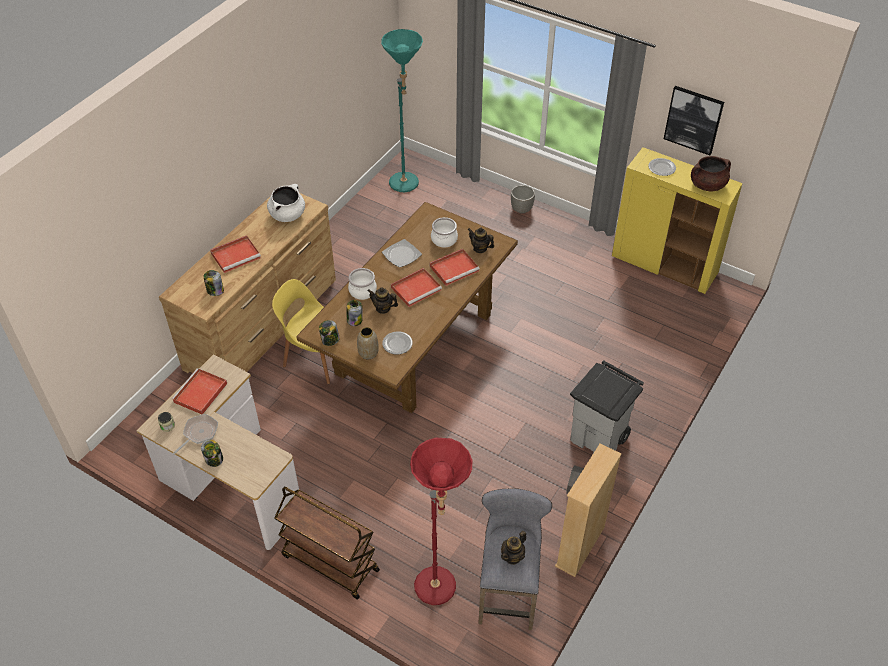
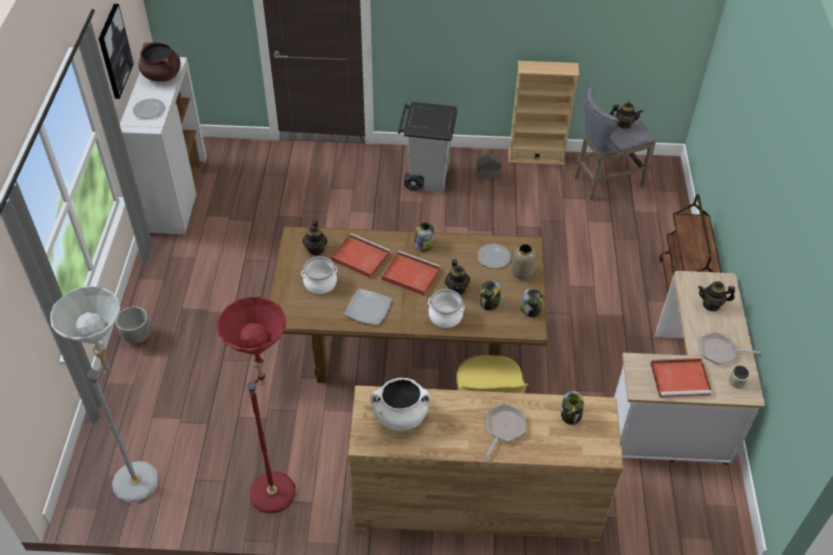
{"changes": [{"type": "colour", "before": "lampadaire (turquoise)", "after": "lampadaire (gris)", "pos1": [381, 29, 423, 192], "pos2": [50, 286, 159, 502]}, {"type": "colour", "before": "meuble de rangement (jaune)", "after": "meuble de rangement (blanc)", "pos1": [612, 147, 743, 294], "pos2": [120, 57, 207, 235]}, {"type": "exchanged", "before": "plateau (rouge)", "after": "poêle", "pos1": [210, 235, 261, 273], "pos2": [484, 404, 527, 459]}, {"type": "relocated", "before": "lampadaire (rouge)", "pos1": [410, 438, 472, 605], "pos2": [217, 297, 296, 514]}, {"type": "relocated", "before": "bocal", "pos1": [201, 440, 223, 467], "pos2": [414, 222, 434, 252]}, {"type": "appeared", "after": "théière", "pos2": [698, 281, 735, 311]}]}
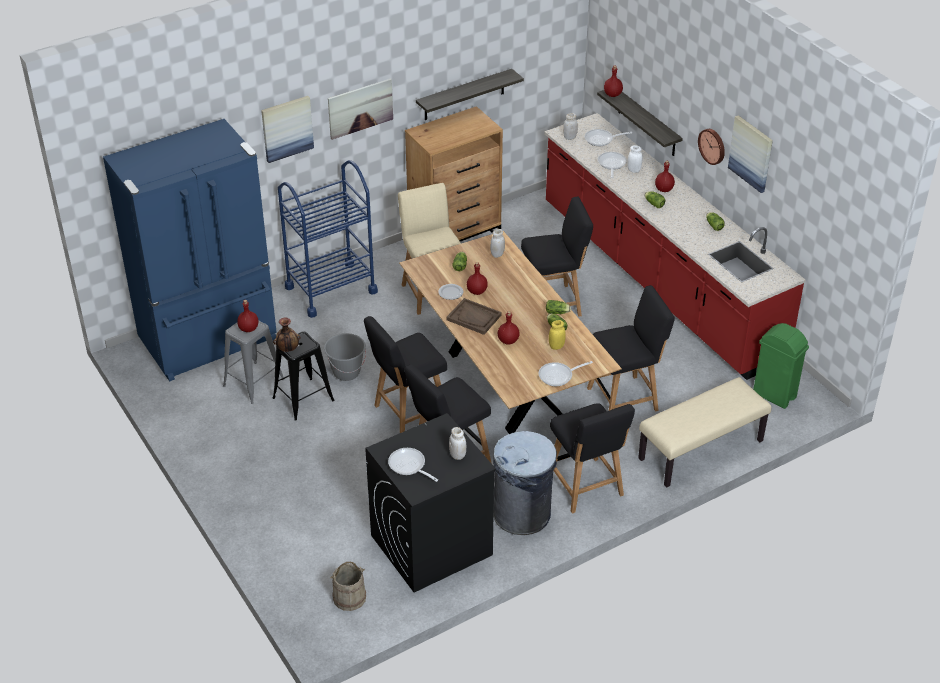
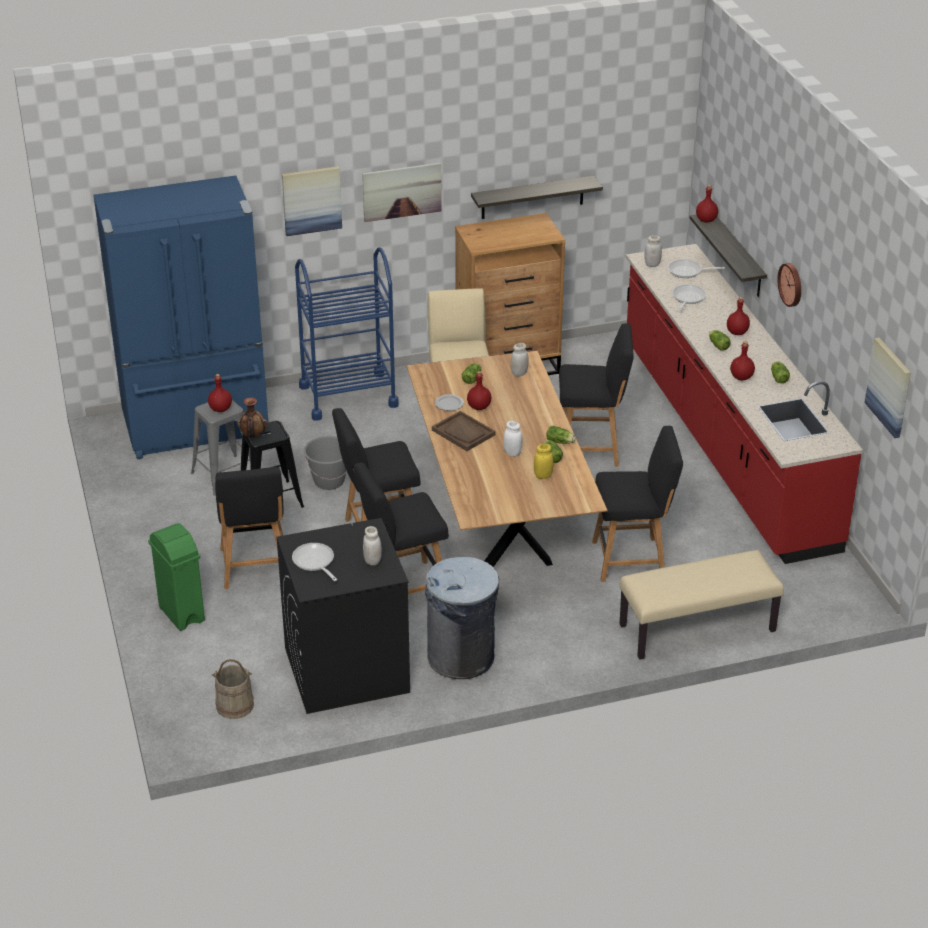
{"changes": [{"type": "relocated", "before": "tableau", "pos1": [728, 115, 773, 193], "pos2": [865, 338, 911, 438]}, {"type": "relocated", "before": "bocal (blanc)", "pos1": [627, 145, 643, 173], "pos2": [504, 421, 522, 456]}, {"type": "relocated", "before": "bouteille (rouge)", "pos1": [498, 311, 520, 345], "pos2": [730, 341, 755, 380]}, {"type": "relocated", "before": "poubelle (vert)", "pos1": [753, 323, 809, 409], "pos2": [148, 523, 205, 631]}, {"type": "missing", "before": "poêle", "pos1": [538, 361, 593, 386]}, {"type": "relocated", "before": "chaise (noir)", "pos1": [550, 403, 635, 514], "pos2": [215, 467, 284, 589]}]}
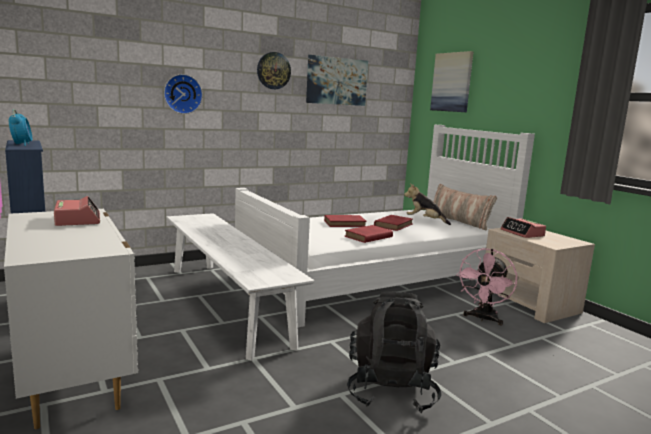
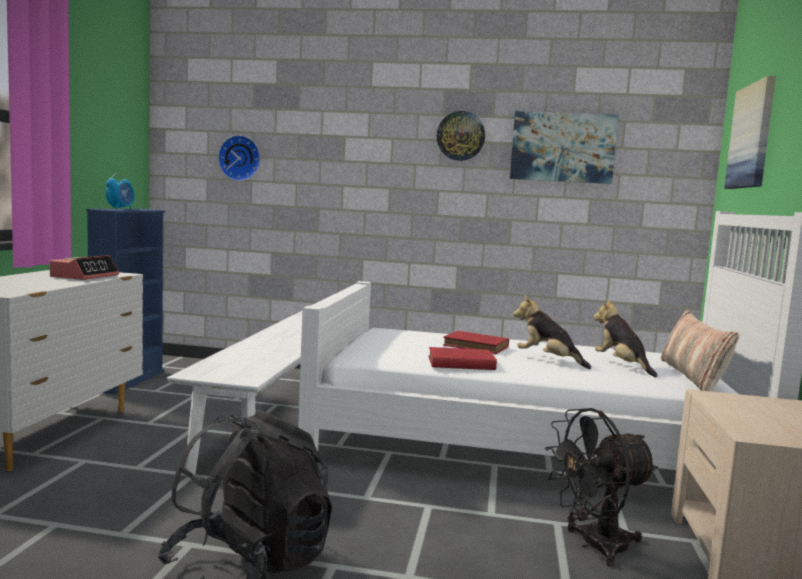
{"changes": [{"type": "relocated", "before": "horloge murale", "pos1": [164, 74, 203, 114], "pos2": [218, 135, 261, 181]}, {"type": "exchanged", "before": "livre (rouge)", "after": "peluche", "pos1": [374, 215, 413, 231], "pos2": [513, 295, 591, 369]}, {"type": "missing", "before": "réveil", "pos1": [500, 217, 546, 238]}, {"type": "colour", "before": "ventilateur (rose)", "after": "ventilateur (noir)", "pos1": [456, 248, 517, 325], "pos2": [545, 408, 658, 567]}]}
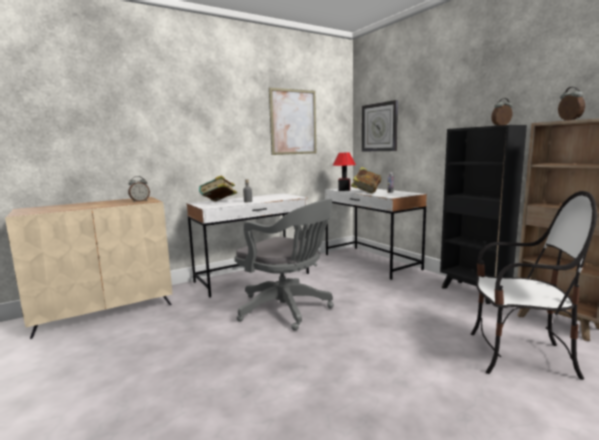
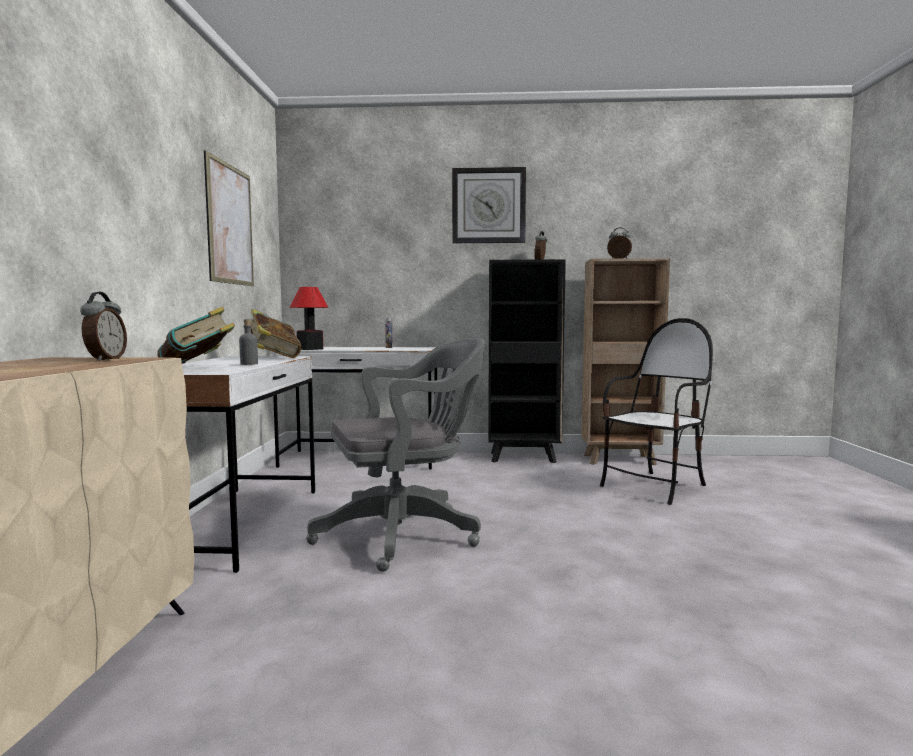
{"changes": [{"type": "relocated", "before": "horloge murale", "pos1": [362, 100, 398, 151], "pos2": [452, 167, 526, 243]}, {"type": "relocated", "before": "livre", "pos1": [351, 167, 382, 194], "pos2": [251, 309, 301, 358]}]}
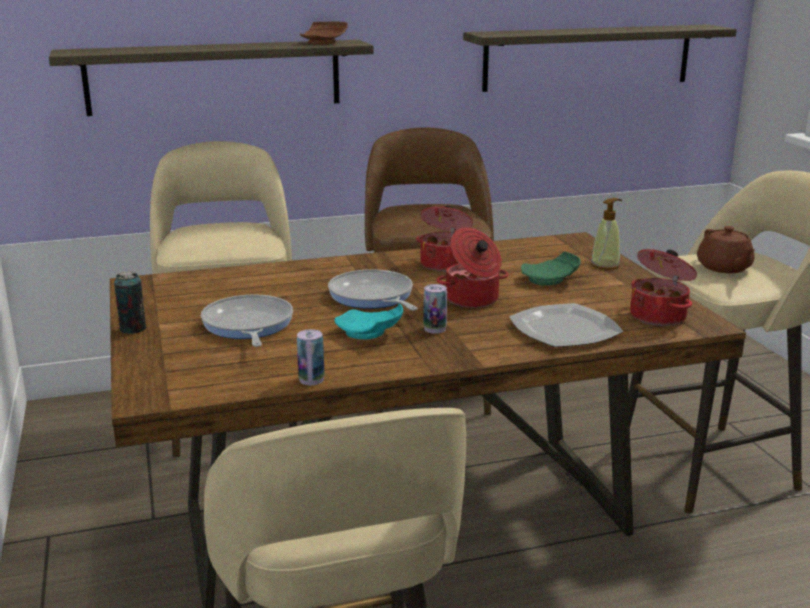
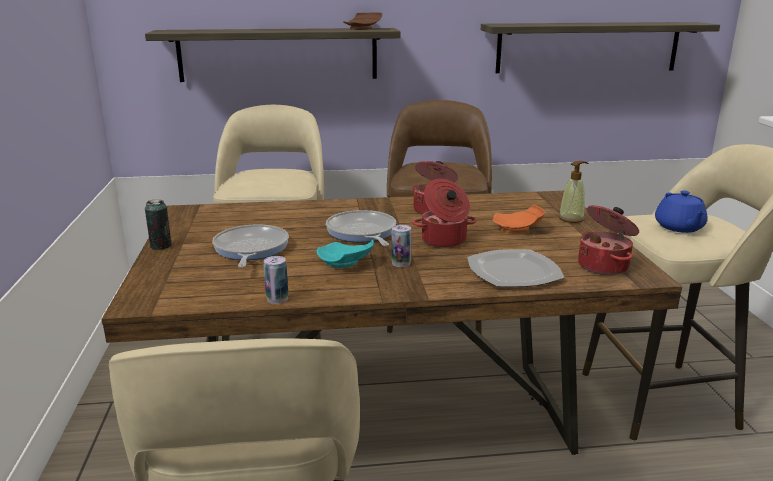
{"changes": [{"type": "colour", "before": "théière (marron)", "after": "théière (bleu)", "pos1": [697, 226, 755, 273], "pos2": [655, 190, 708, 233]}, {"type": "colour", "before": "assiette (vert)", "after": "assiette (orange)", "pos1": [521, 251, 581, 285], "pos2": [493, 205, 545, 233]}]}
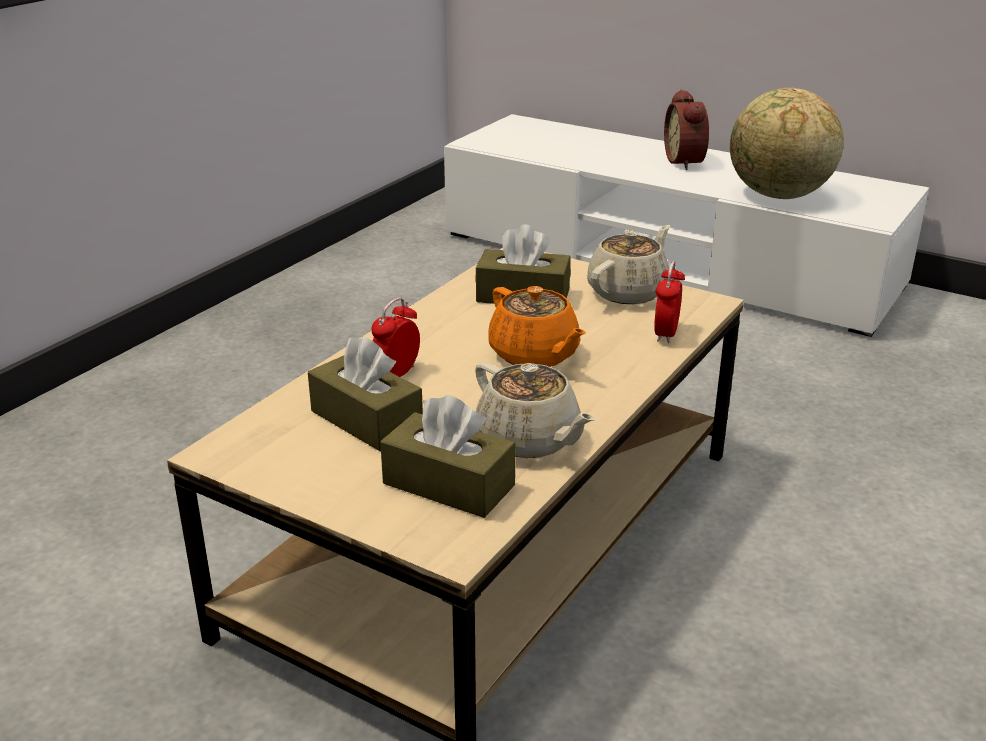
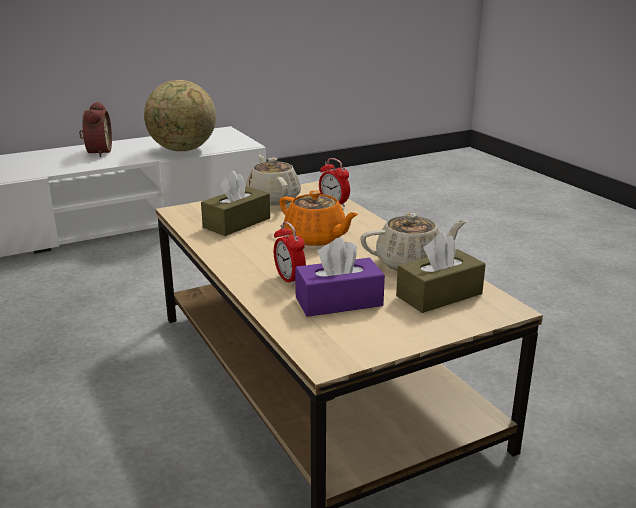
{"changes": [{"type": "spun", "before": "réveil", "pos1": [664, 89, 709, 170], "pos2": [79, 102, 112, 157], "turn": -120}, {"type": "spun", "before": "théière (orange)", "pos1": [488, 286, 586, 367], "pos2": [279, 190, 358, 246], "turn": 45}, {"type": "colour", "before": "boîte à mouchoirs (marron)", "after": "boîte à mouchoirs (violet)", "pos1": [308, 336, 423, 451], "pos2": [295, 237, 385, 317]}]}
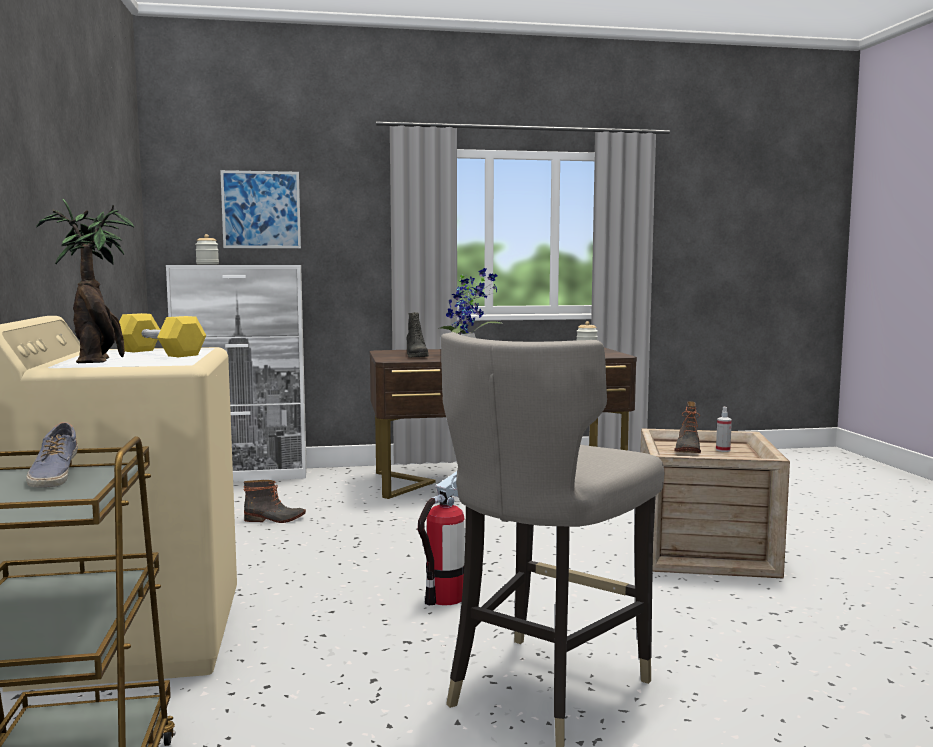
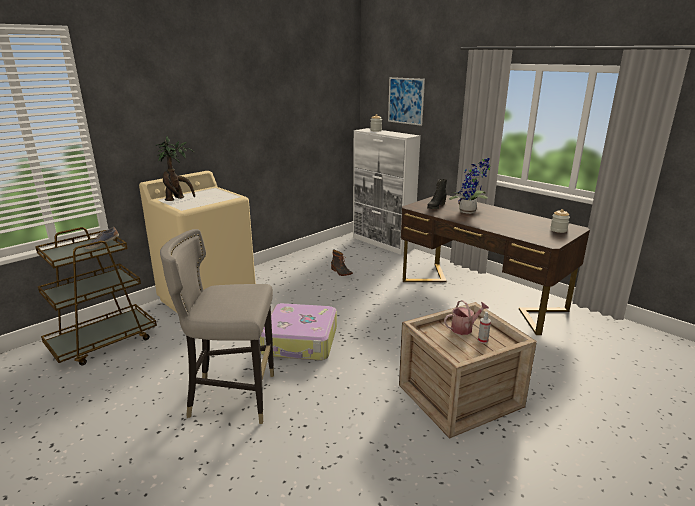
{"changes": [{"type": "missing", "before": "haltère (jaune)", "pos1": [119, 313, 206, 357]}, {"type": "exchanged", "before": "botte", "after": "arrosoir", "pos1": [674, 401, 701, 453], "pos2": [444, 300, 489, 335]}, {"type": "exchanged", "before": "extincteur", "after": "valise", "pos1": [418, 471, 465, 606], "pos2": [260, 303, 337, 361]}]}
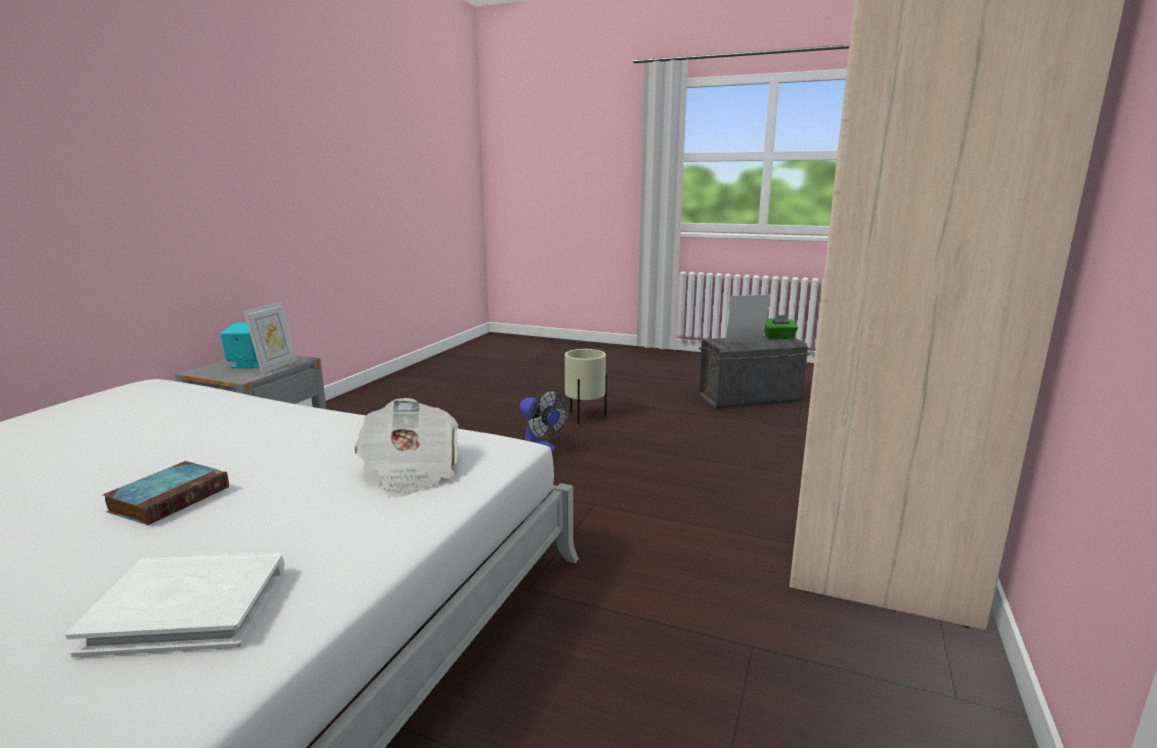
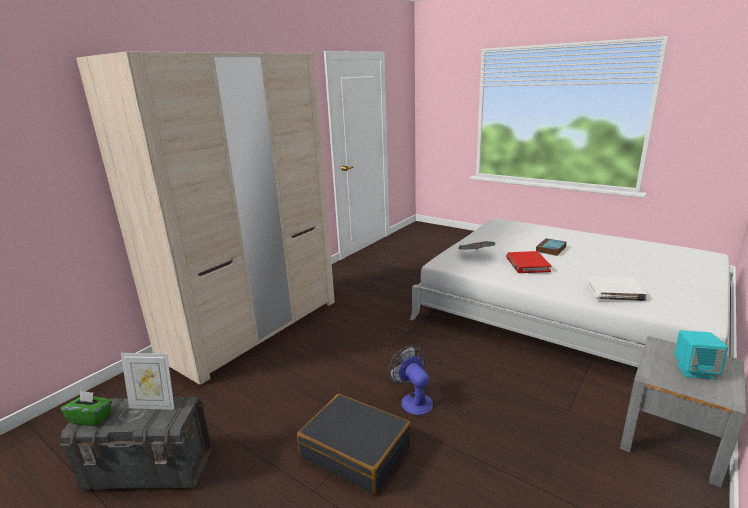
{"changes": [{"type": "missing", "before": "cadre photo", "pos1": [244, 302, 297, 374]}, {"type": "exchanged", "before": "cache-pot (beige)", "after": "valise (noir)", "pos1": [565, 349, 607, 424], "pos2": [297, 394, 411, 495]}, {"type": "relocated", "before": "livre (blanc)", "pos1": [65, 552, 284, 657], "pos2": [586, 276, 647, 301]}, {"type": "appeared", "after": "livre (rouge)", "pos2": [506, 251, 552, 273]}]}
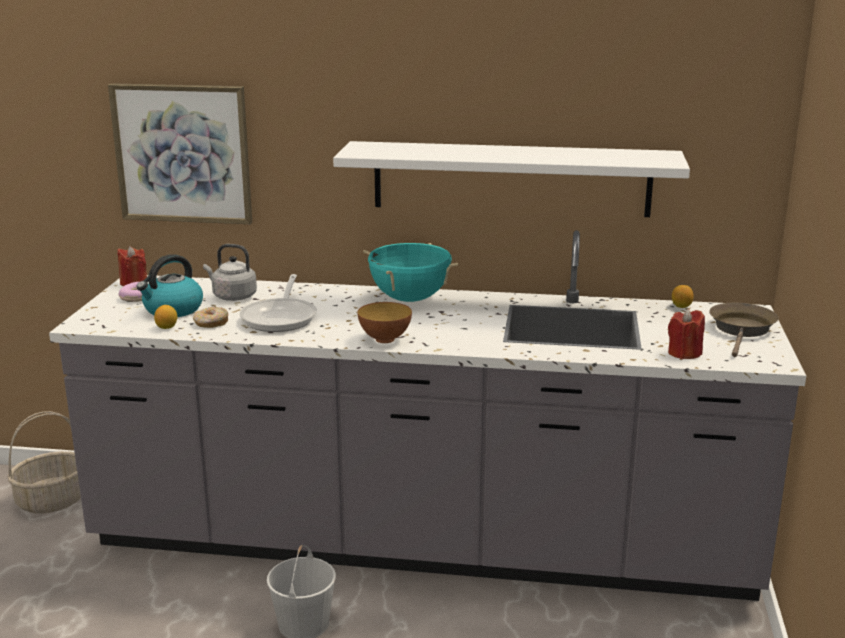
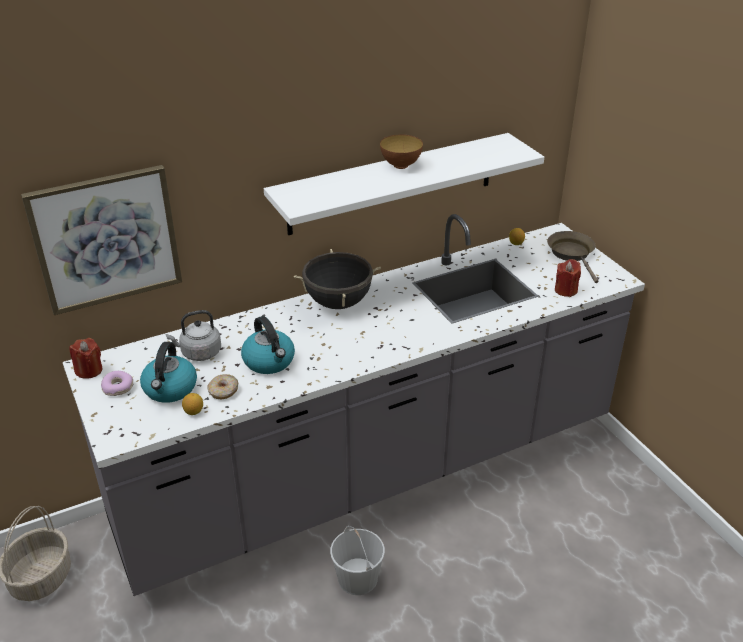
{"changes": [{"type": "colour", "before": "marmite (turquoise)", "after": "marmite (noir)", "pos1": [363, 243, 458, 302], "pos2": [294, 249, 381, 309]}, {"type": "exchanged", "before": "poêle", "after": "bouilloire", "pos1": [240, 274, 317, 332], "pos2": [241, 316, 295, 374]}, {"type": "relocated", "before": "bol", "pos1": [358, 302, 412, 343], "pos2": [380, 135, 423, 169]}]}
